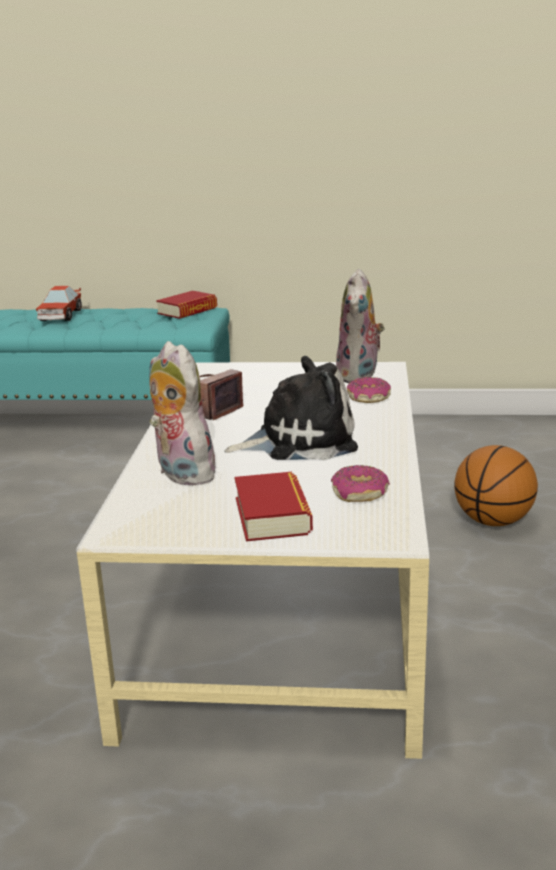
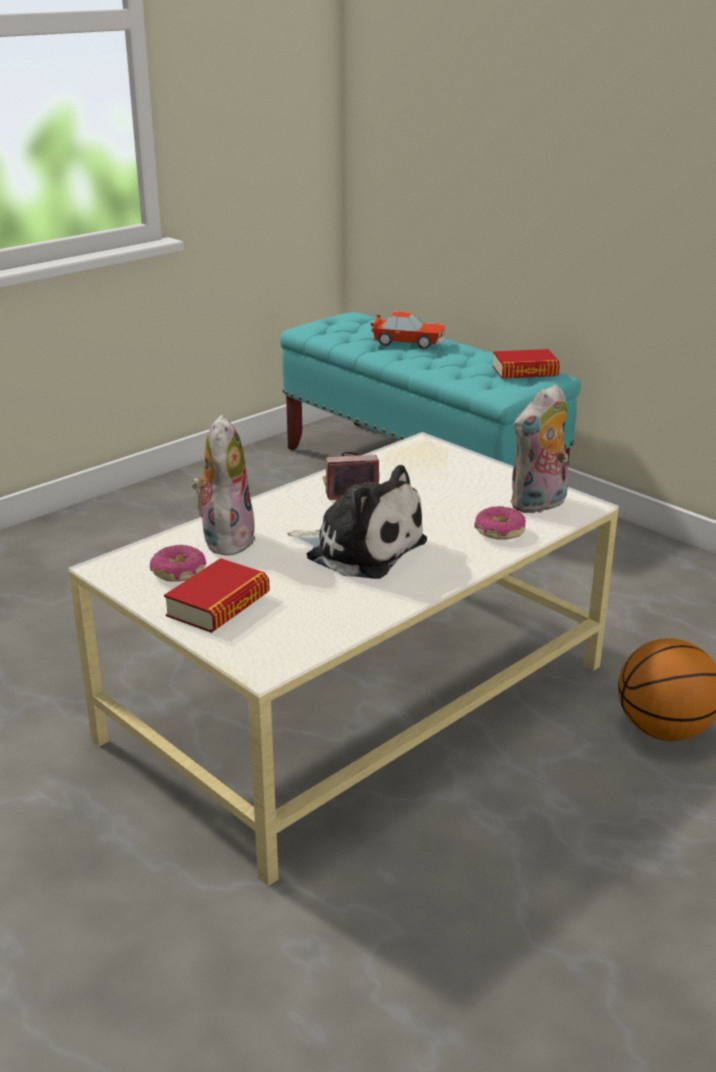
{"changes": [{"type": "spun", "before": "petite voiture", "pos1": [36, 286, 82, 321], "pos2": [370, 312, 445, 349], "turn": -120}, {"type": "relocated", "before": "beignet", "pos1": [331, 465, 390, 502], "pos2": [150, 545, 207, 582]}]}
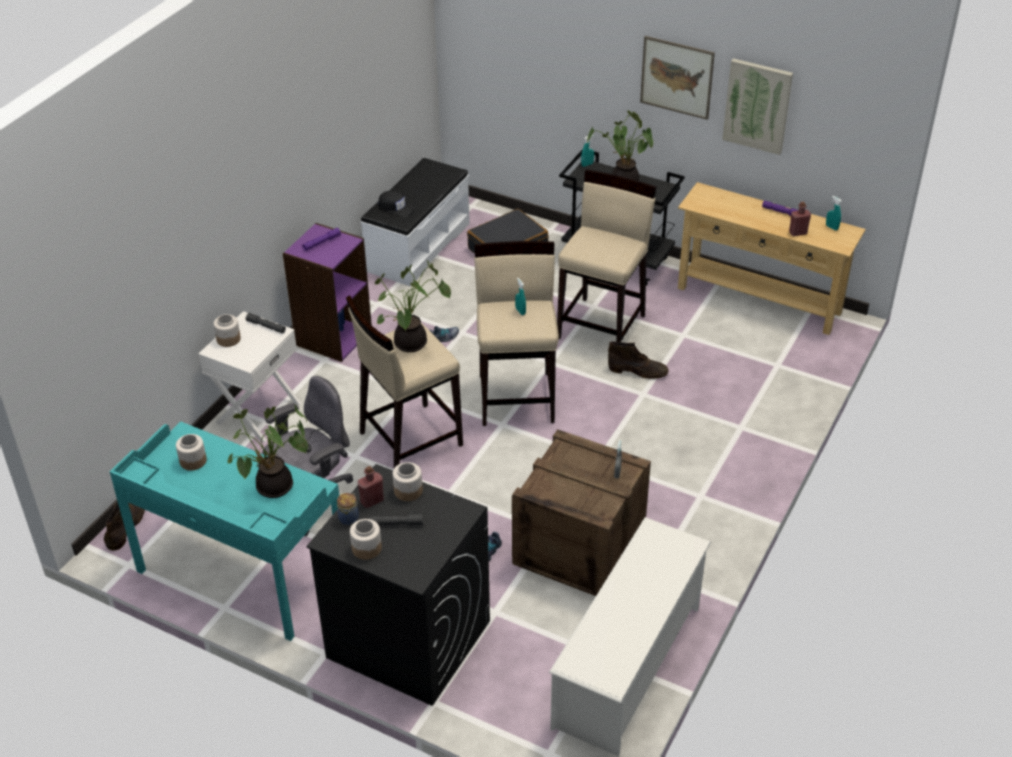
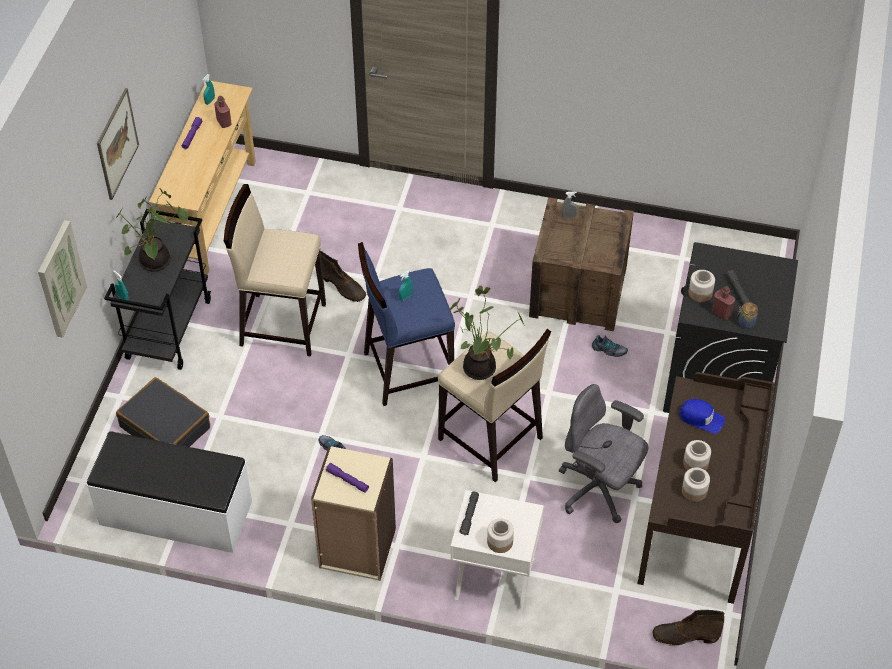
{"changes": [{"type": "relocated", "before": "tableau", "pos1": [722, 58, 793, 155], "pos2": [38, 220, 87, 338]}, {"type": "missing", "before": "casquette (noir)", "pos1": [378, 191, 416, 217]}, {"type": "colour", "before": "bibliothèque (violet)", "after": "bibliothèque (beige)", "pos1": [283, 223, 372, 362], "pos2": [311, 446, 396, 581]}, {"type": "colour", "before": "tabouret (beige)", "after": "tabouret (bleu)", "pos1": [474, 241, 559, 426], "pos2": [358, 242, 455, 406]}, {"type": "spun", "before": "botte (marron)", "pos1": [608, 342, 668, 379], "pos2": [320, 251, 366, 302], "turn": 135}, {"type": "exchanged", "before": "plante en pot", "after": "casquette (bleu)", "pos1": [227, 404, 308, 498], "pos2": [679, 399, 725, 434]}, {"type": "colour", "before": "bureau (turquoise)", "after": "bureau (marron)", "pos1": [110, 421, 339, 641], "pos2": [637, 372, 775, 604]}, {"type": "missing", "before": "étagère à chaussures (blanc)", "pos1": [549, 517, 711, 756]}, {"type": "relocated", "before": "bocal", "pos1": [350, 519, 382, 560], "pos2": [683, 440, 711, 471]}]}
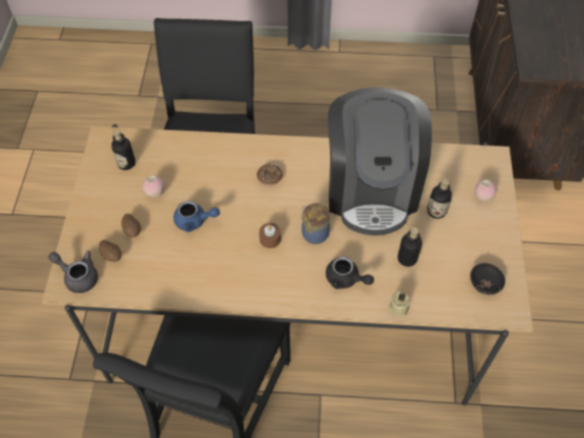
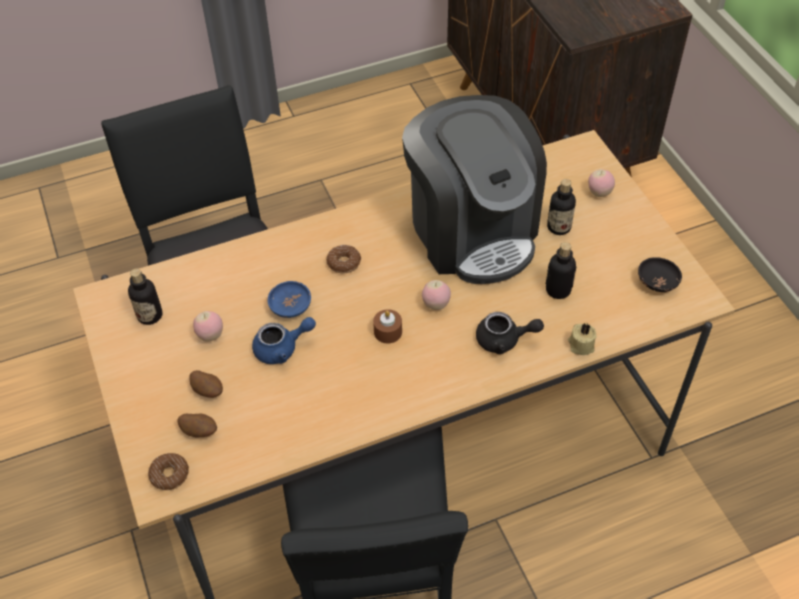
{"changes": [{"type": "exchanged", "before": "bocal", "after": "pomme", "pos1": [301, 203, 330, 244], "pos2": [422, 280, 451, 310]}, {"type": "exchanged", "before": "théière (gris)", "after": "beignet", "pos1": [48, 250, 98, 293], "pos2": [148, 453, 189, 490]}, {"type": "appeared", "after": "bol (bleu)", "pos2": [268, 281, 311, 318]}]}
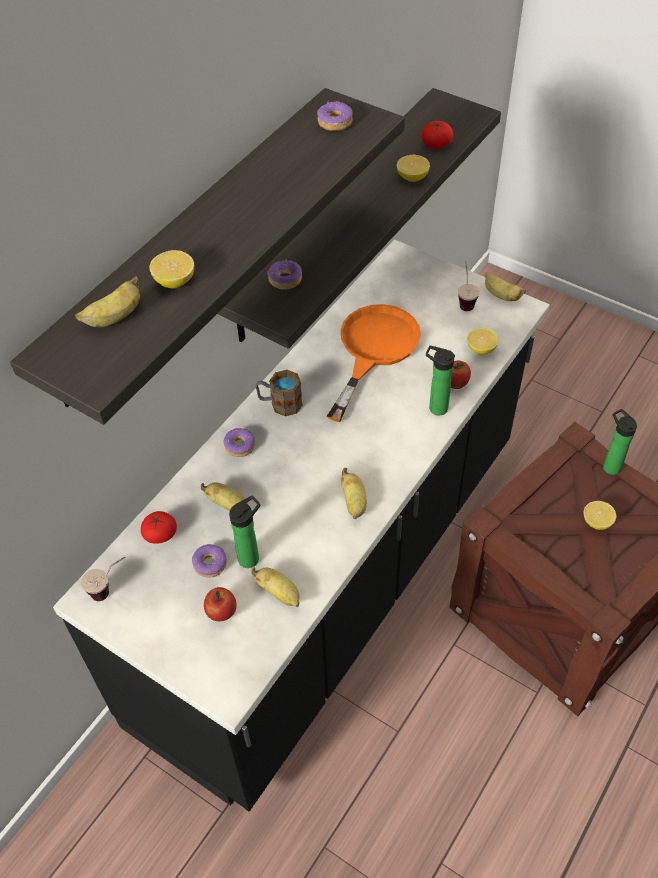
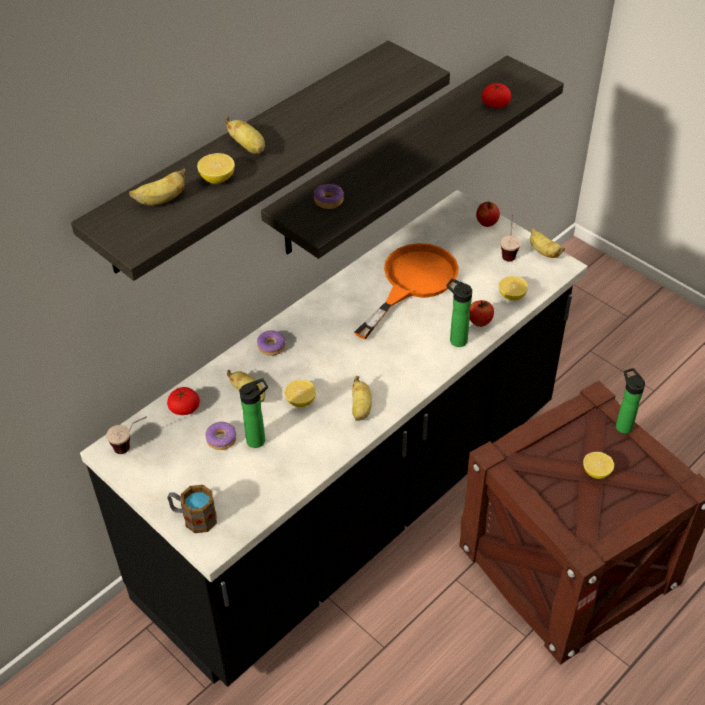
{"changes": [{"type": "missing", "before": "beignet", "pos1": [317, 101, 353, 131]}, {"type": "relocated", "before": "citron", "pos1": [397, 154, 430, 182], "pos2": [284, 379, 316, 407]}, {"type": "relocated", "before": "mug", "pos1": [256, 370, 303, 416], "pos2": [167, 485, 217, 533]}, {"type": "relocated", "before": "banane", "pos1": [251, 567, 300, 607], "pos2": [225, 117, 265, 154]}, {"type": "relocated", "before": "pomme", "pos1": [204, 587, 237, 621], "pos2": [476, 201, 500, 227]}]}
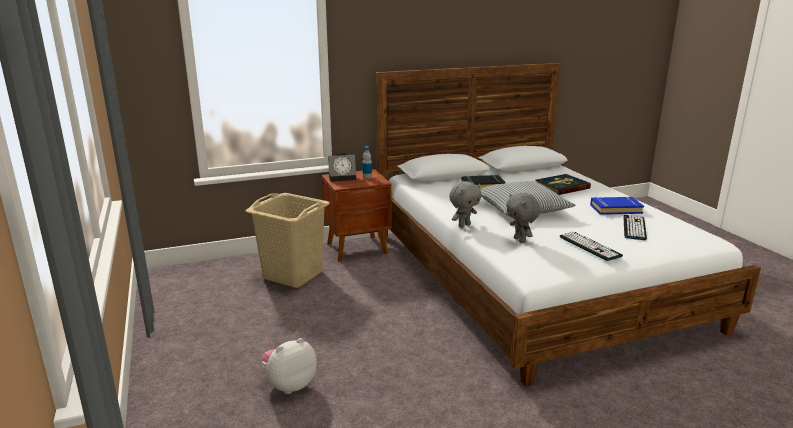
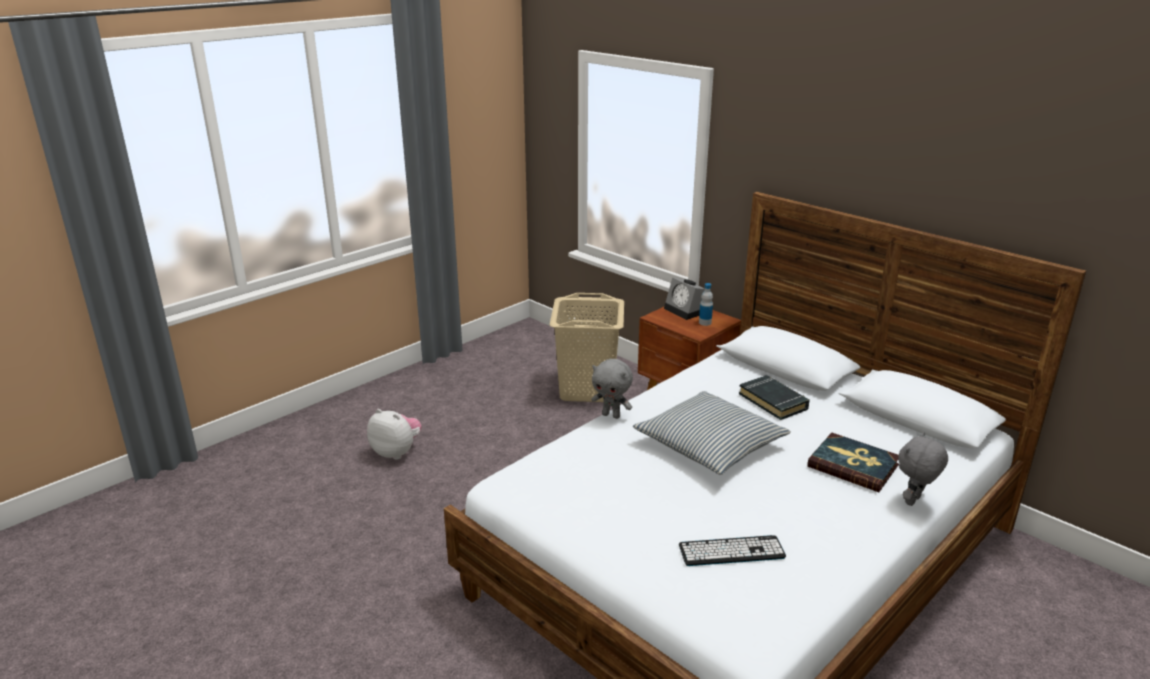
{"changes": [{"type": "relocated", "before": "peluche (gris)", "pos1": [506, 193, 540, 243], "pos2": [898, 432, 948, 506]}, {"type": "missing", "before": "livre (bleu)", "pos1": [590, 196, 644, 215]}, {"type": "missing", "before": "clavier", "pos1": [560, 231, 623, 261]}]}
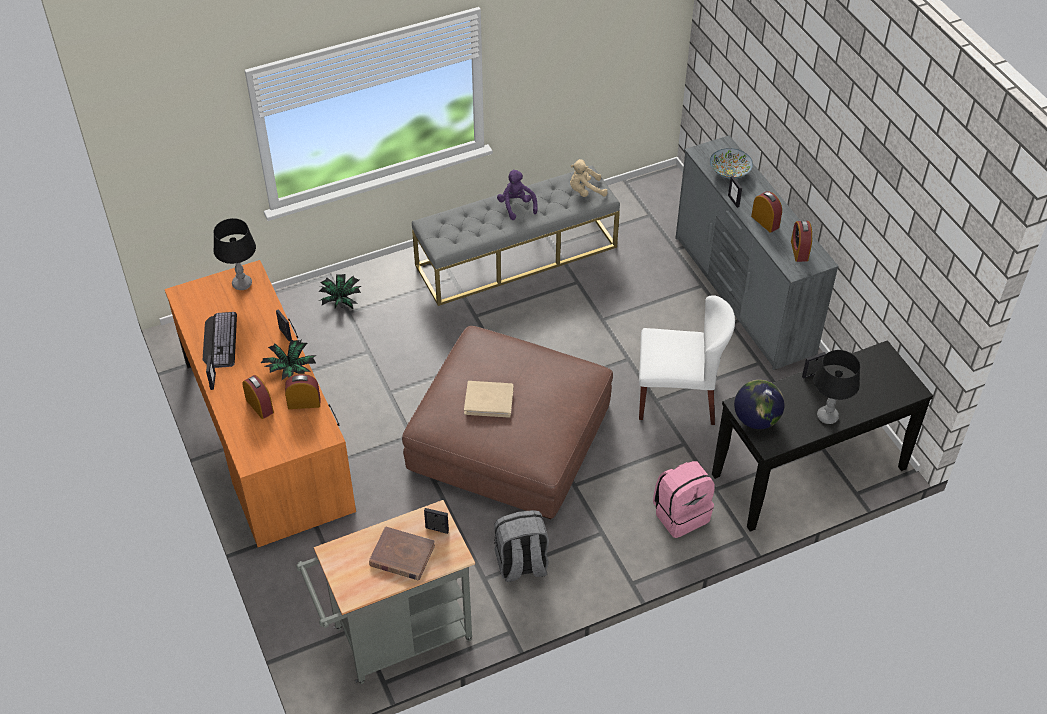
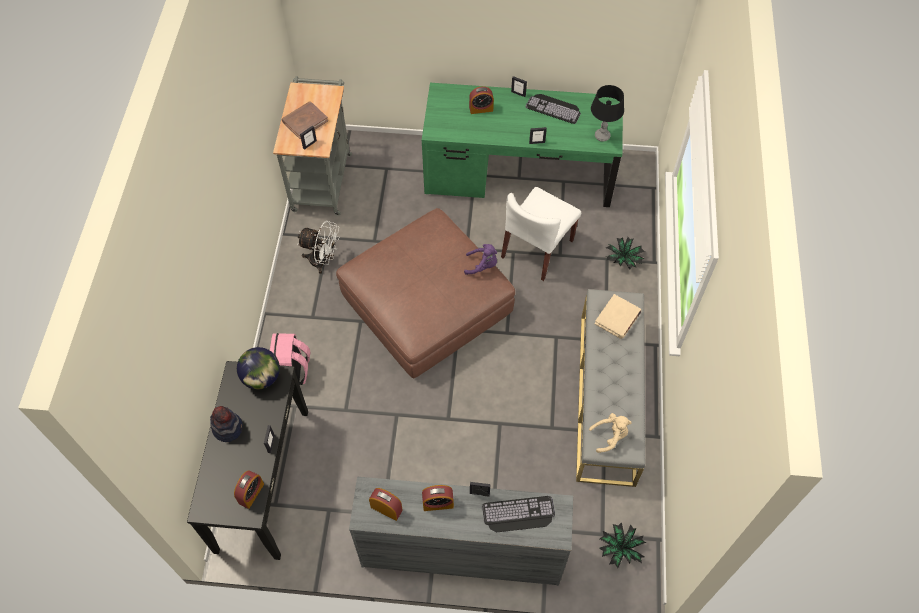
{"changes": [{"type": "exchanged", "before": "bol", "after": "clavier", "pos1": [710, 148, 753, 179], "pos2": [482, 496, 555, 532]}, {"type": "spun", "before": "peluche (beige)", "pos1": [570, 159, 608, 197], "pos2": [589, 413, 632, 453], "turn": 60}, {"type": "relocated", "before": "peluche (violet)", "pos1": [497, 169, 537, 220], "pos2": [464, 244, 497, 275]}, {"type": "colour", "before": "bureau (orange)", "after": "bureau (vert)", "pos1": [165, 260, 356, 547], "pos2": [422, 83, 623, 207]}, {"type": "relocated", "before": "chaise (blanc)", "pos1": [639, 295, 735, 425], "pos2": [501, 187, 581, 281]}, {"type": "relocated", "before": "plante en pot", "pos1": [261, 340, 316, 380], "pos2": [599, 522, 646, 568]}, {"type": "exchanged", "before": "lampe de table (noir)", "after": "chapeau", "pos1": [813, 350, 860, 424], "pos2": [210, 406, 243, 442]}, {"type": "relocated", "before": "réveil", "pos1": [285, 374, 320, 409], "pos2": [234, 471, 264, 509]}, {"type": "relocated", "before": "livre (beige)", "pos1": [464, 381, 514, 418], "pos2": [595, 294, 641, 339]}, {"type": "exchanged", "before": "sac à dos (gris)", "after": "ventilateur (blanc)", "pos1": [494, 510, 549, 582], "pos2": [297, 221, 340, 274]}]}
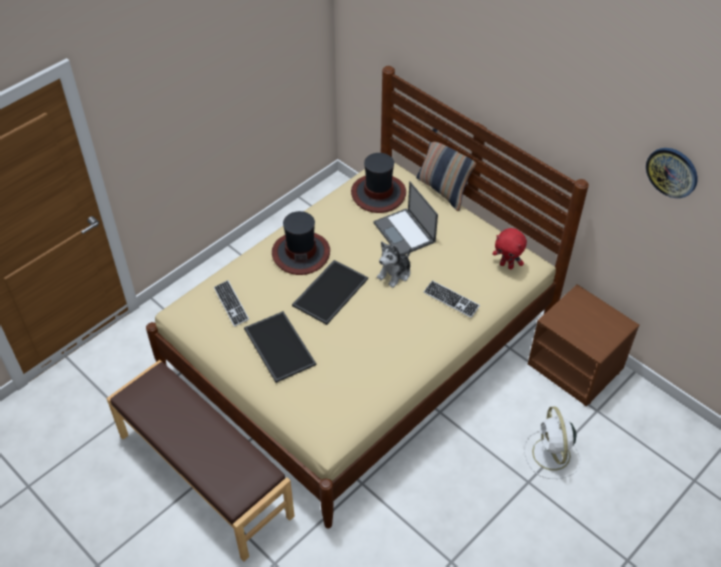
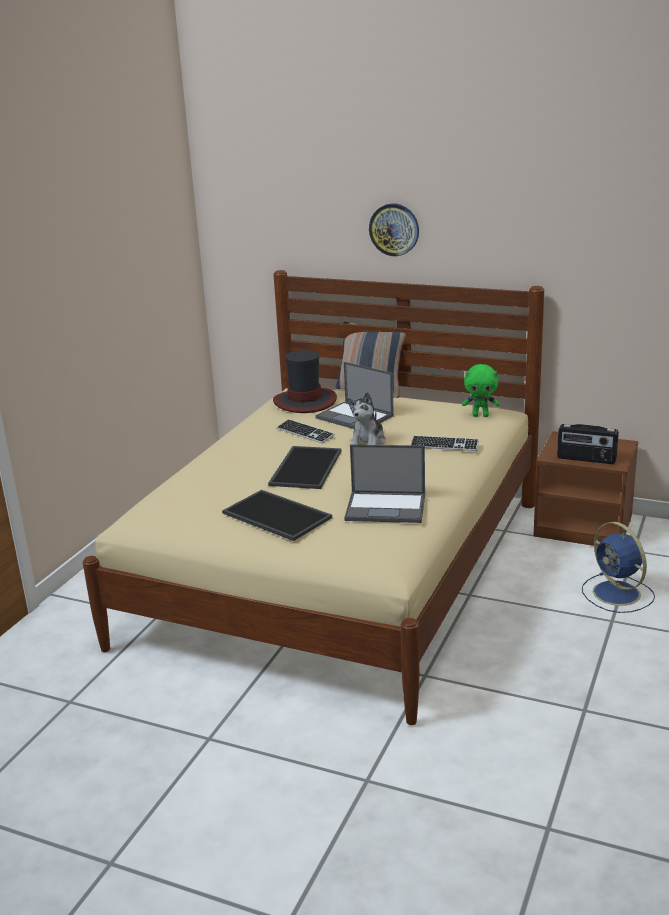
{"changes": [{"type": "relocated", "before": "horloge murale", "pos1": [646, 148, 697, 198], "pos2": [369, 203, 419, 256]}, {"type": "missing", "before": "chapeau", "pos1": [272, 211, 330, 275]}, {"type": "colour", "before": "peluche (rouge)", "after": "peluche (vert)", "pos1": [492, 228, 527, 269], "pos2": [462, 364, 500, 417]}, {"type": "relocated", "before": "clavier", "pos1": [214, 280, 249, 327], "pos2": [276, 419, 335, 444]}, {"type": "missing", "before": "banc (marron)", "pos1": [106, 360, 295, 562]}, {"type": "colour", "before": "ventilateur (blanc)", "after": "ventilateur (bleu)", "pos1": [524, 406, 581, 479], "pos2": [582, 522, 655, 613]}, {"type": "appeared", "after": "radio", "pos2": [557, 424, 619, 464]}, {"type": "appeared", "after": "ordinateur portable", "pos2": [344, 444, 425, 523]}]}
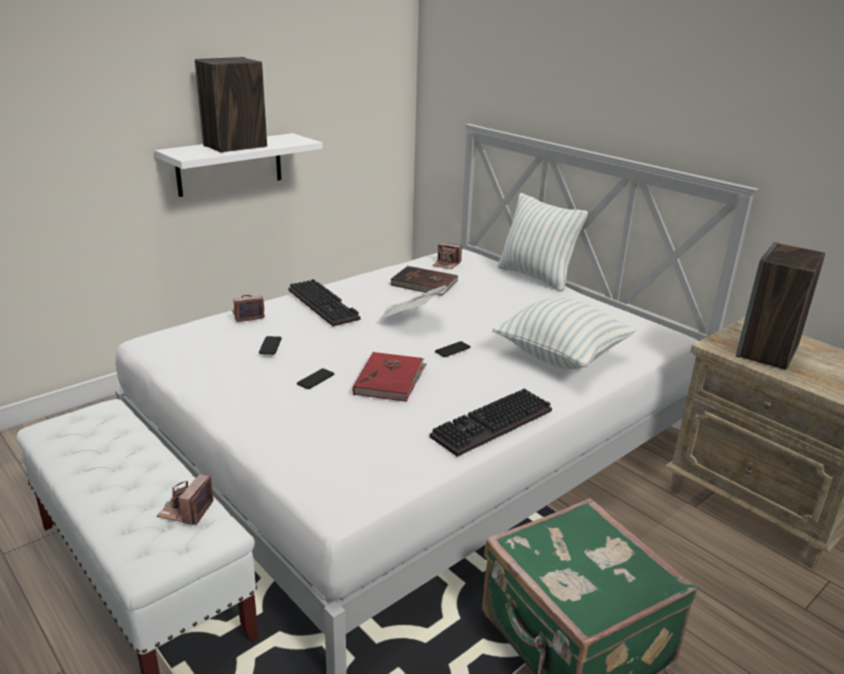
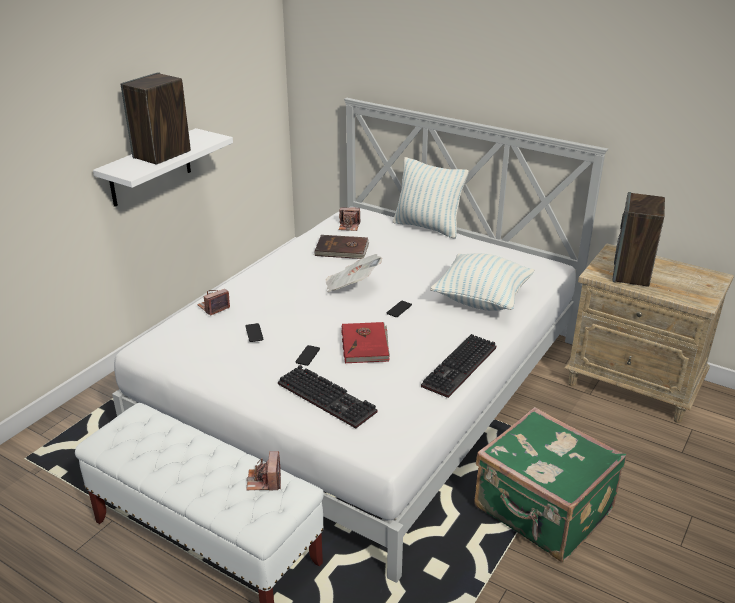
{"changes": [{"type": "relocated", "before": "clavier", "pos1": [288, 279, 360, 326], "pos2": [278, 365, 377, 429]}]}
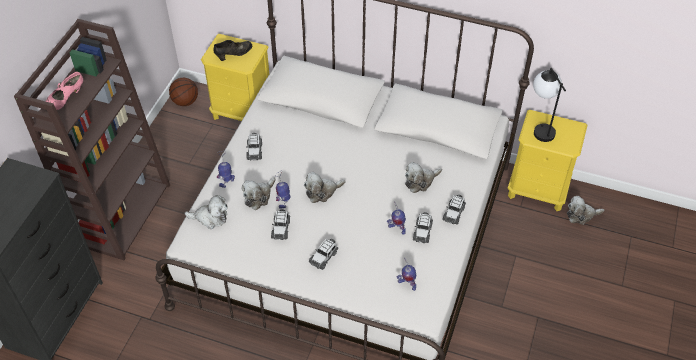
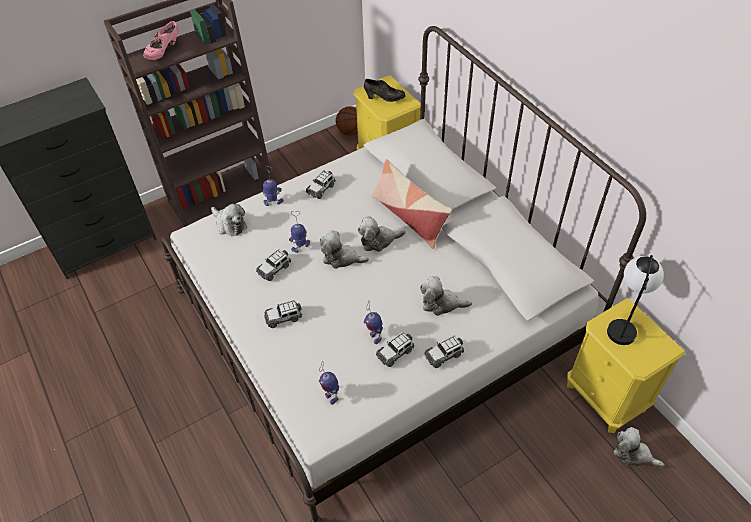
{"changes": [{"type": "spun", "before": "chaussure (rose)", "pos1": [46, 72, 83, 110], "pos2": [143, 21, 179, 60], "turn": -45}, {"type": "relocated", "before": "peluche", "pos1": [242, 178, 276, 210], "pos2": [358, 216, 406, 252]}, {"type": "appeared", "after": "coussin", "pos2": [372, 159, 452, 249]}]}
